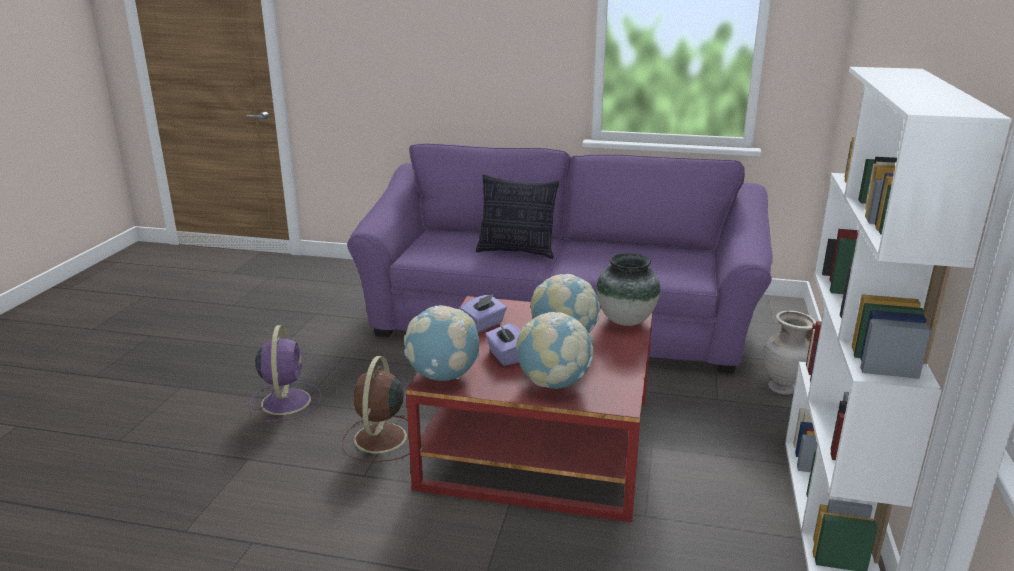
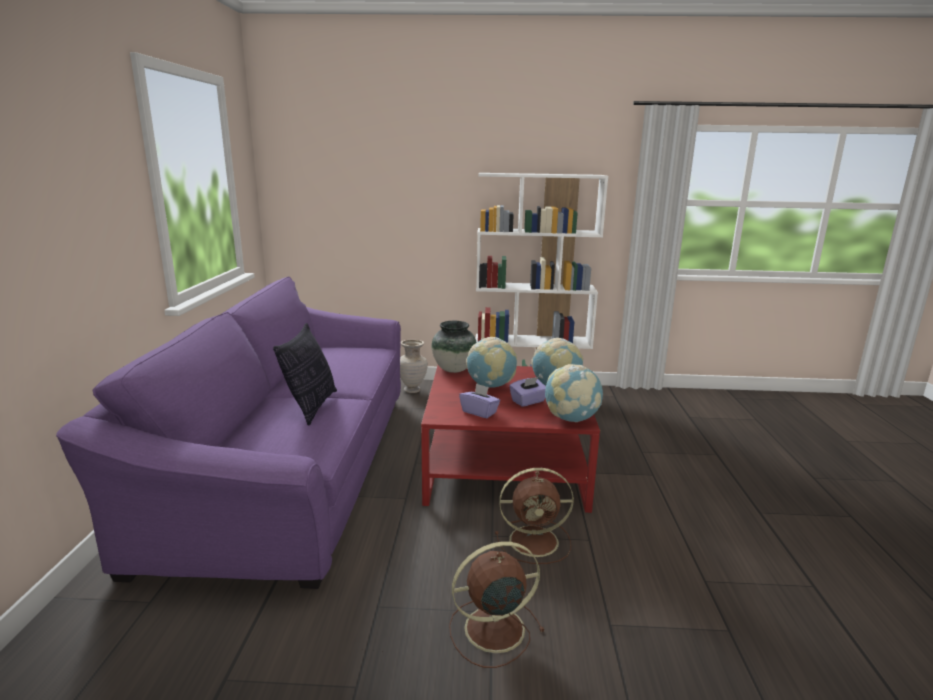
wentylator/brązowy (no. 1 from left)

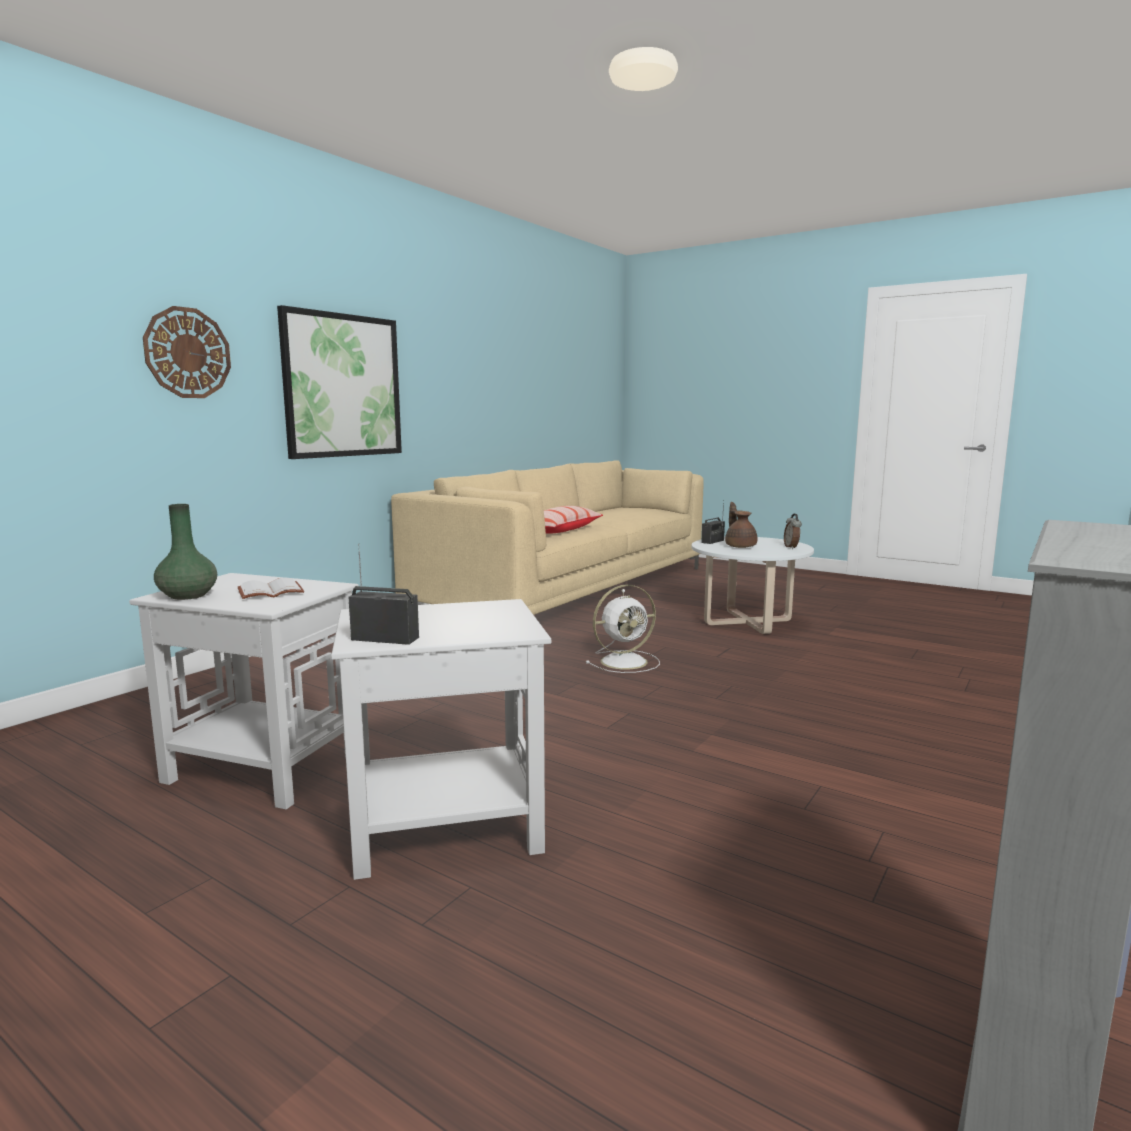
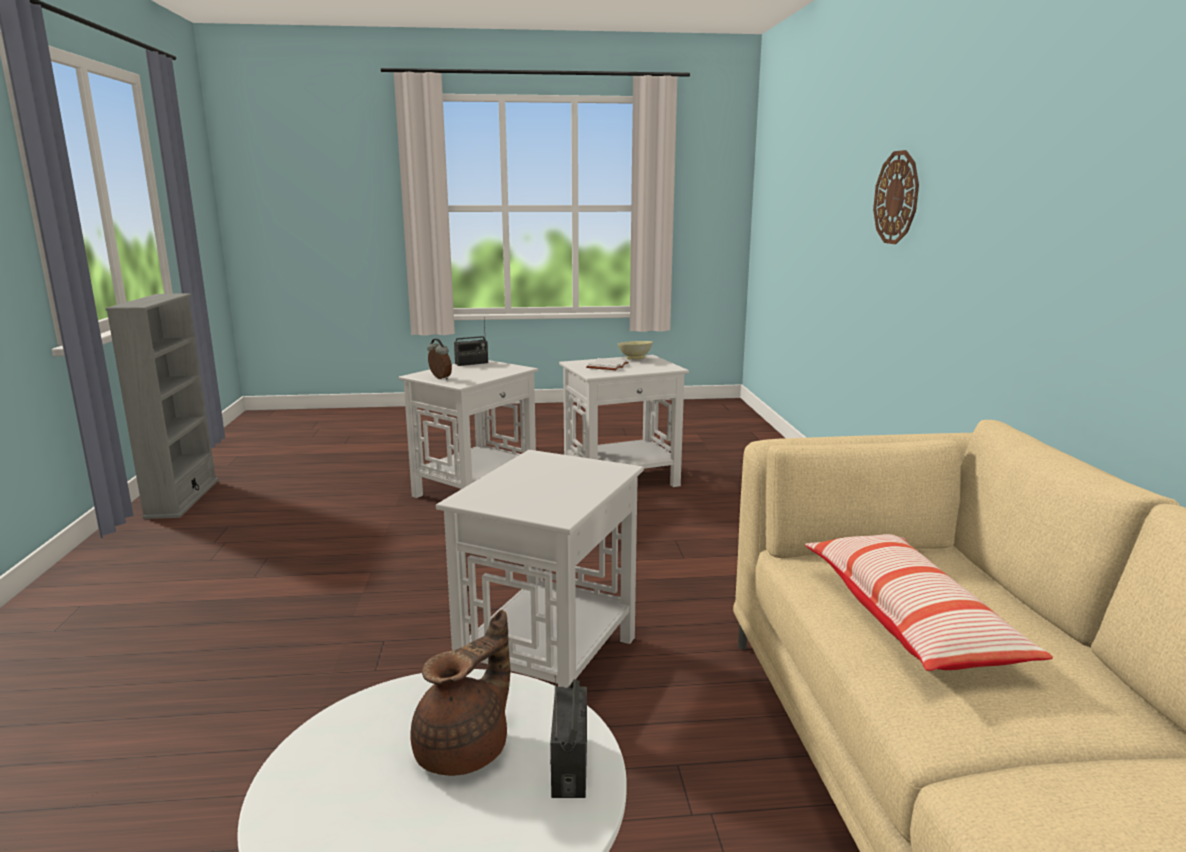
miska/beżowy
obraz
stolik/biały (no. 2 from left)
imbryk/brązowy
budzik

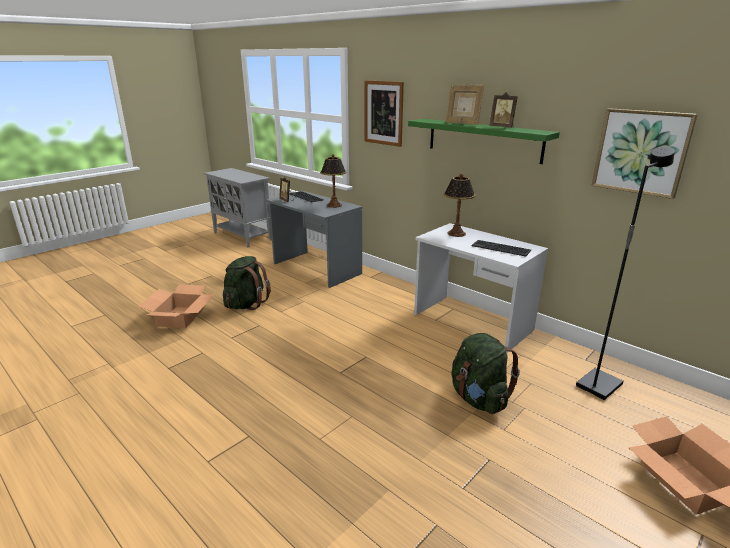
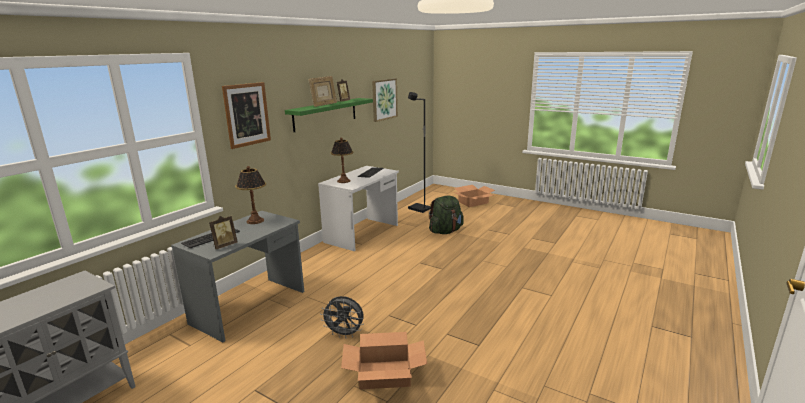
wentylator/szary

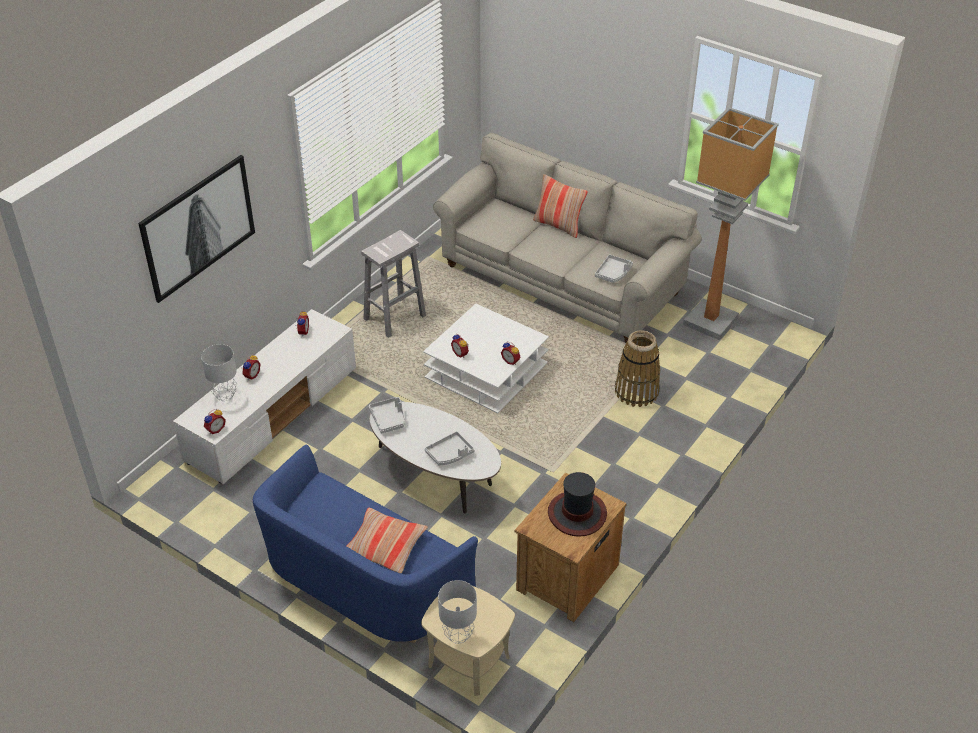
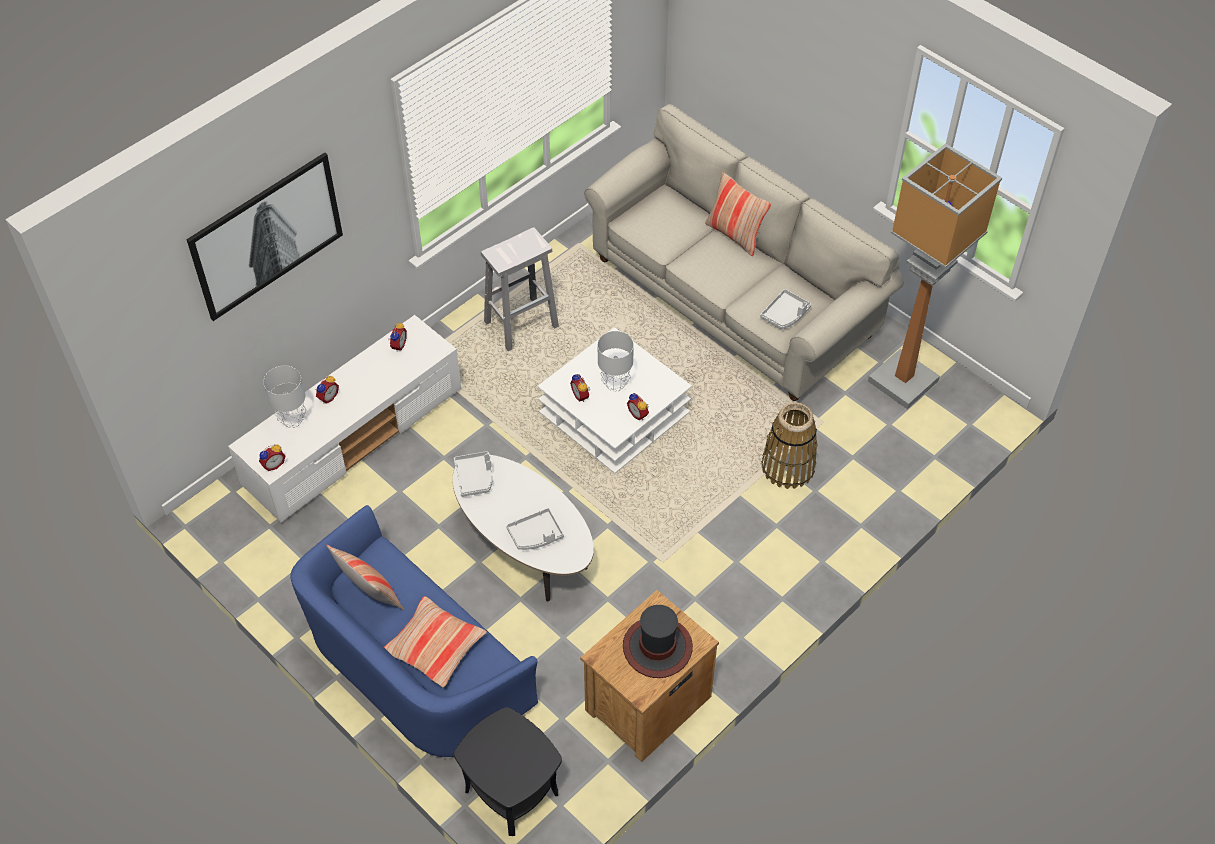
stolik/czarny
lampa stołowa/szary (no. 2 from left)
poduszka (no. 1 from left)

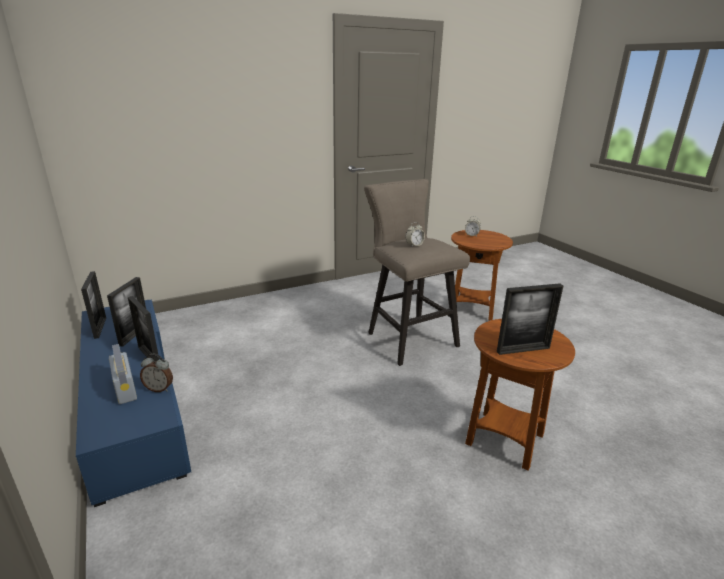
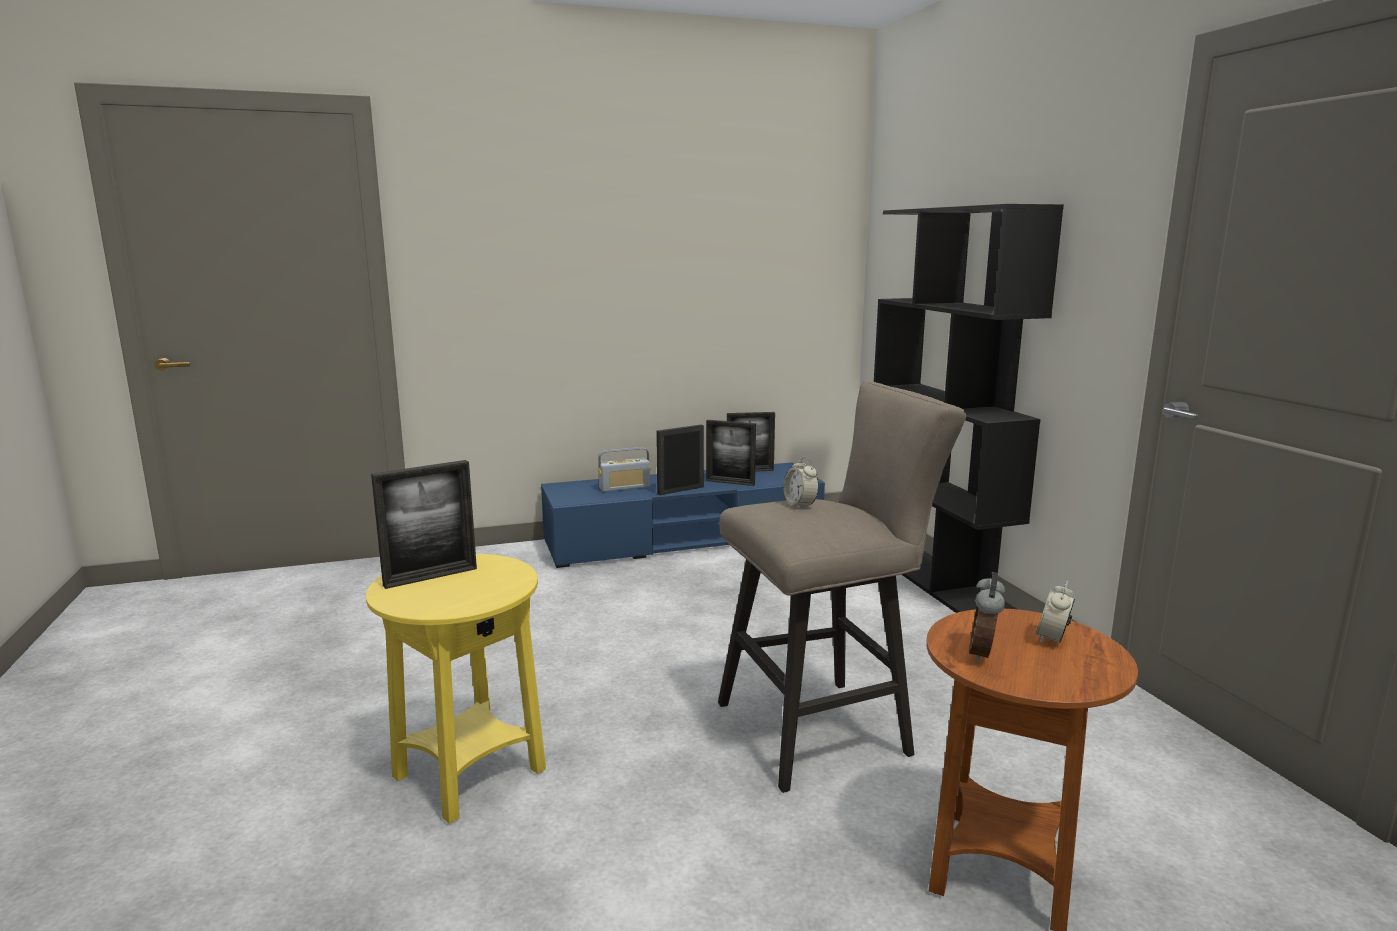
budzik (no. 2 from left)
stolik/żółty
ramka na zdjęcie (no. 1 from left)
regał/czarny

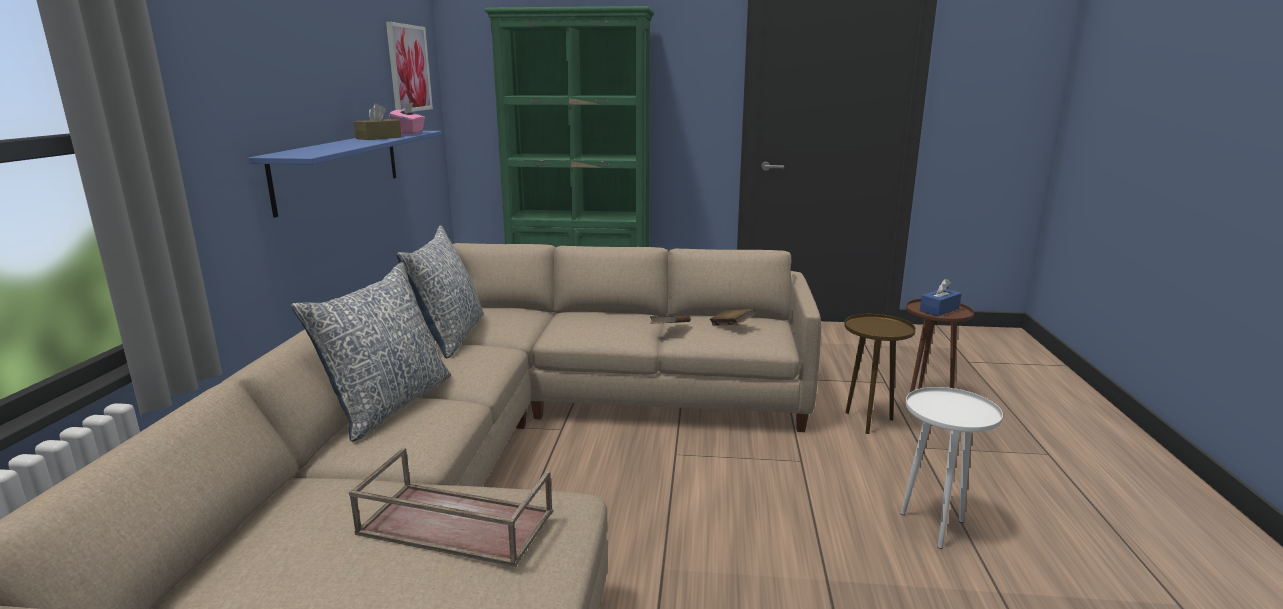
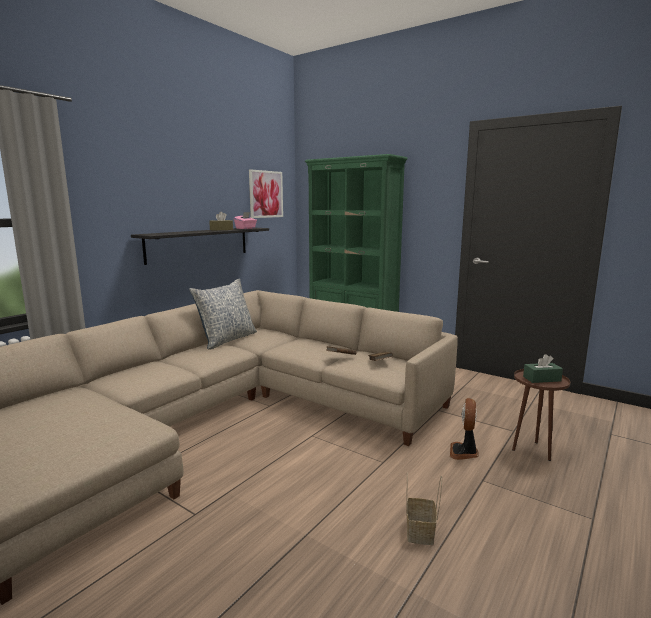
półka/czarny
poduszka (no. 1 from left in the first image)
taca/brązowy
wentylator
koszyk
pudełko chusteczek/zielony

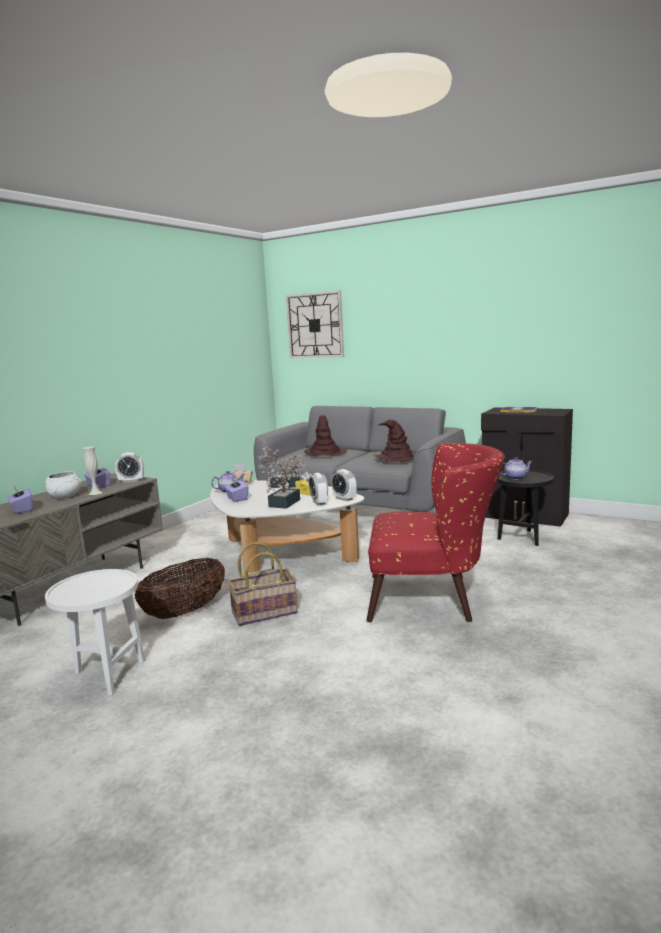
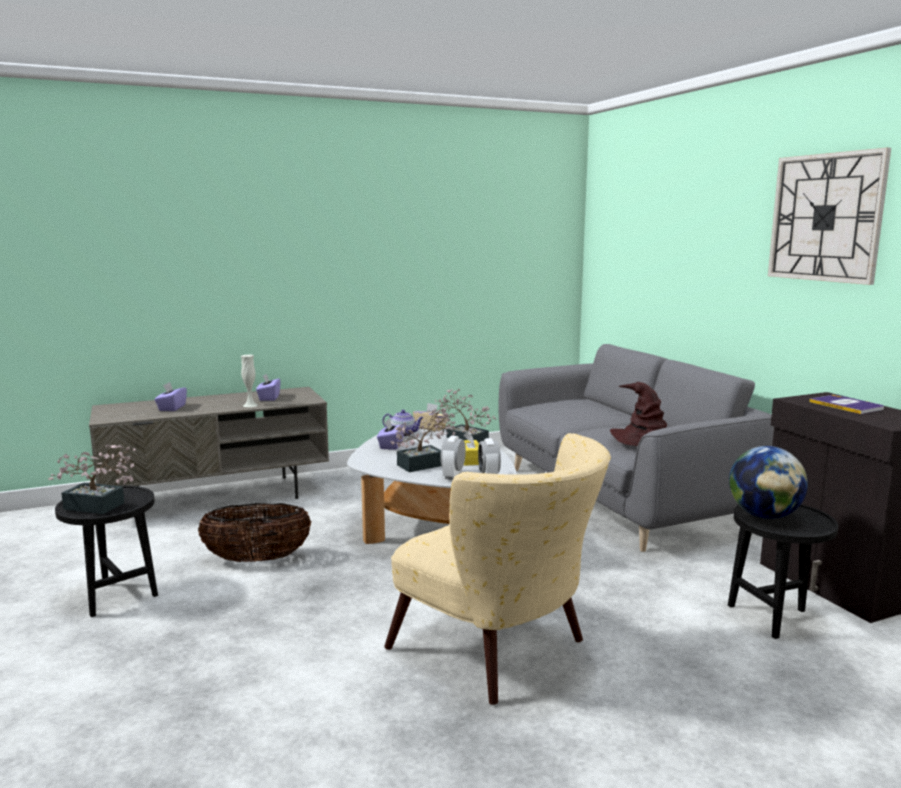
miska/biały
stolik/czarny (no. 1 from left)
budzik (no. 1 from left in the first image)
koszyk (no. 2 from left in the first image)
zegar ścienny
kapelusz/brązowy (no. 1 from left in the first image)
fotel/beżowy
globus
roślina doniczkowa (no. 1 from left)

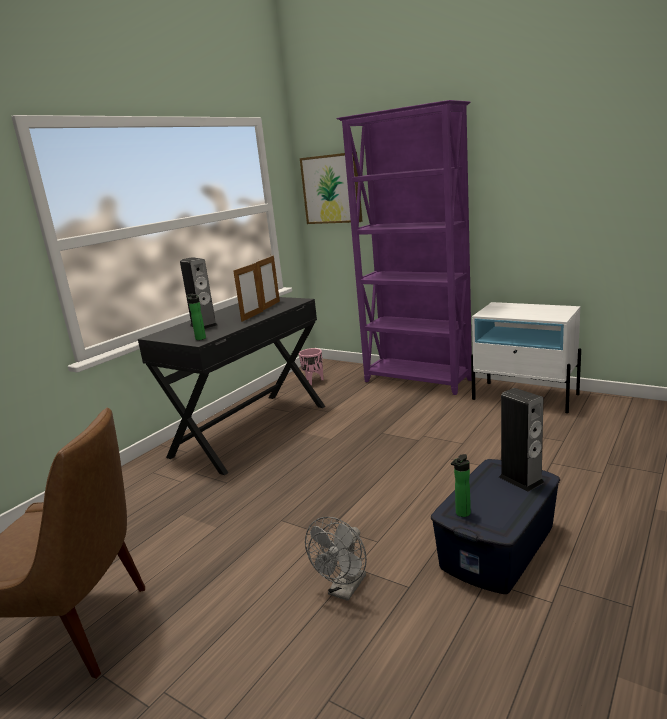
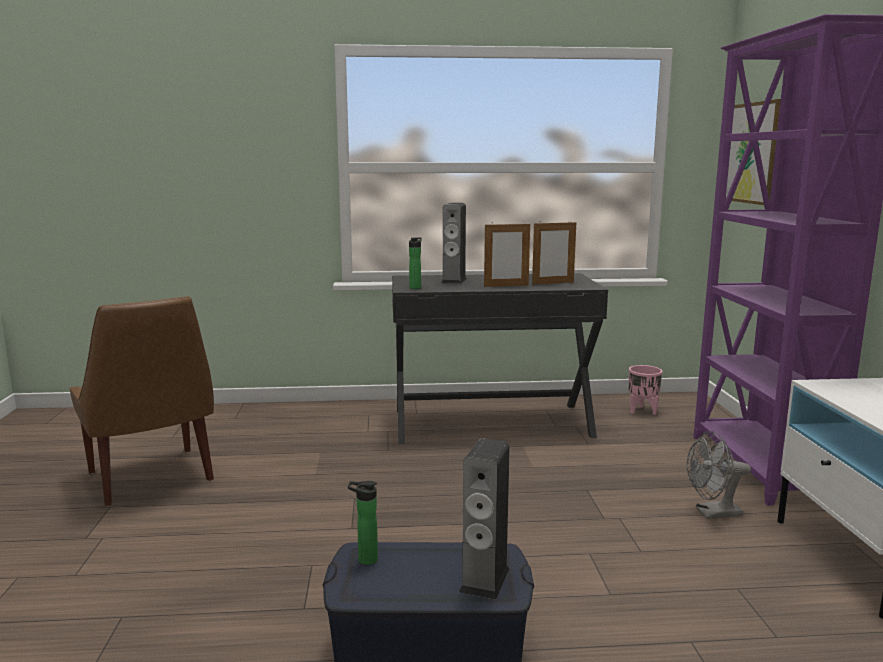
wentylator/szary

